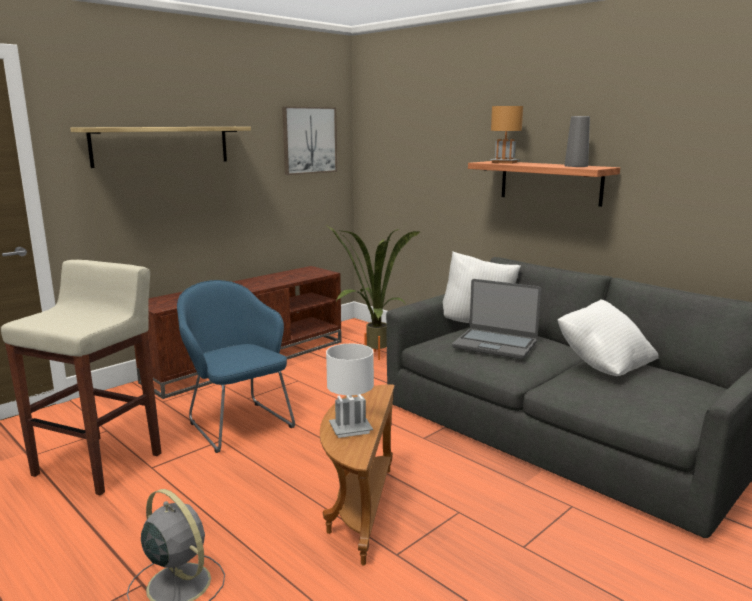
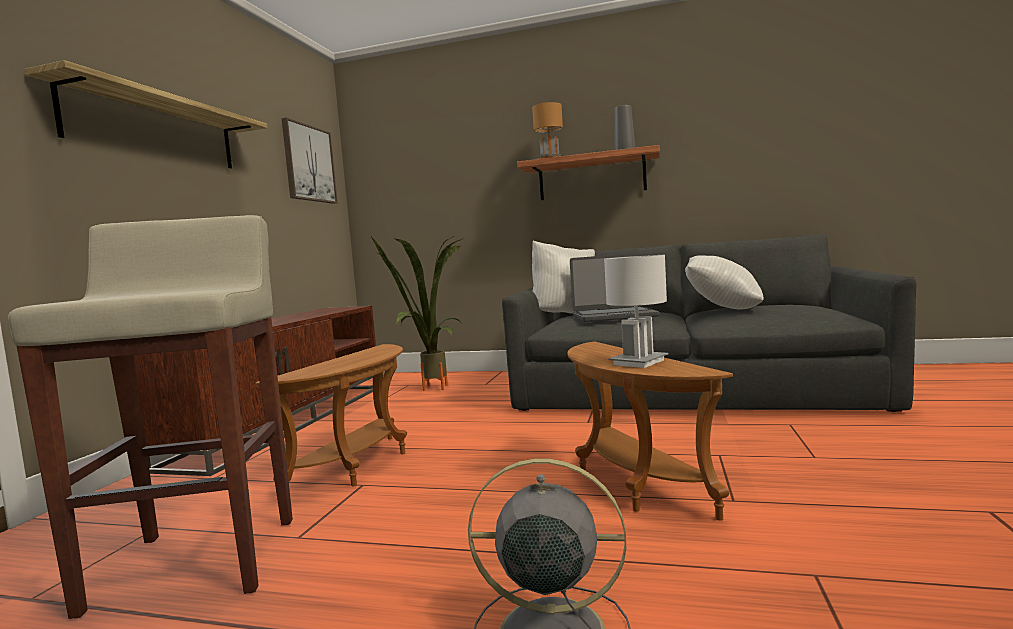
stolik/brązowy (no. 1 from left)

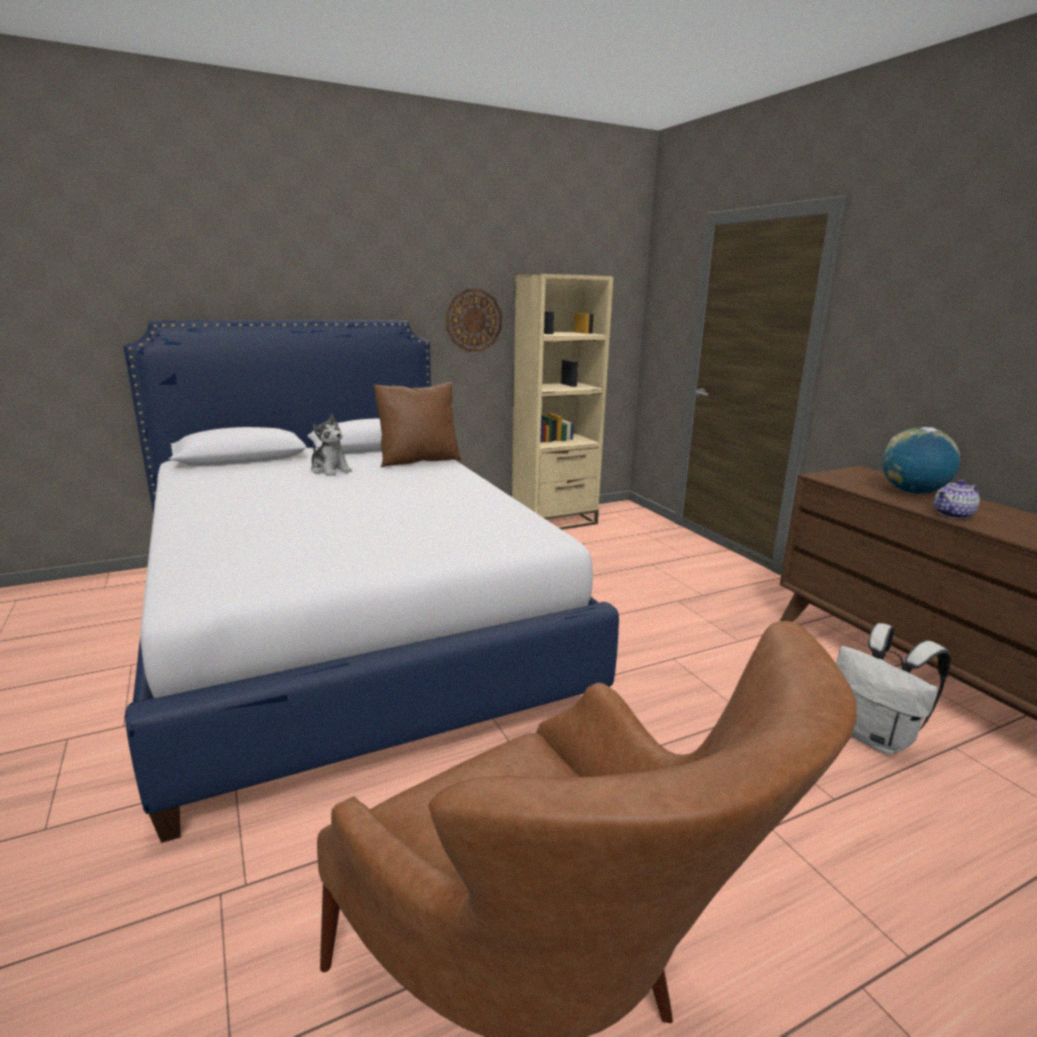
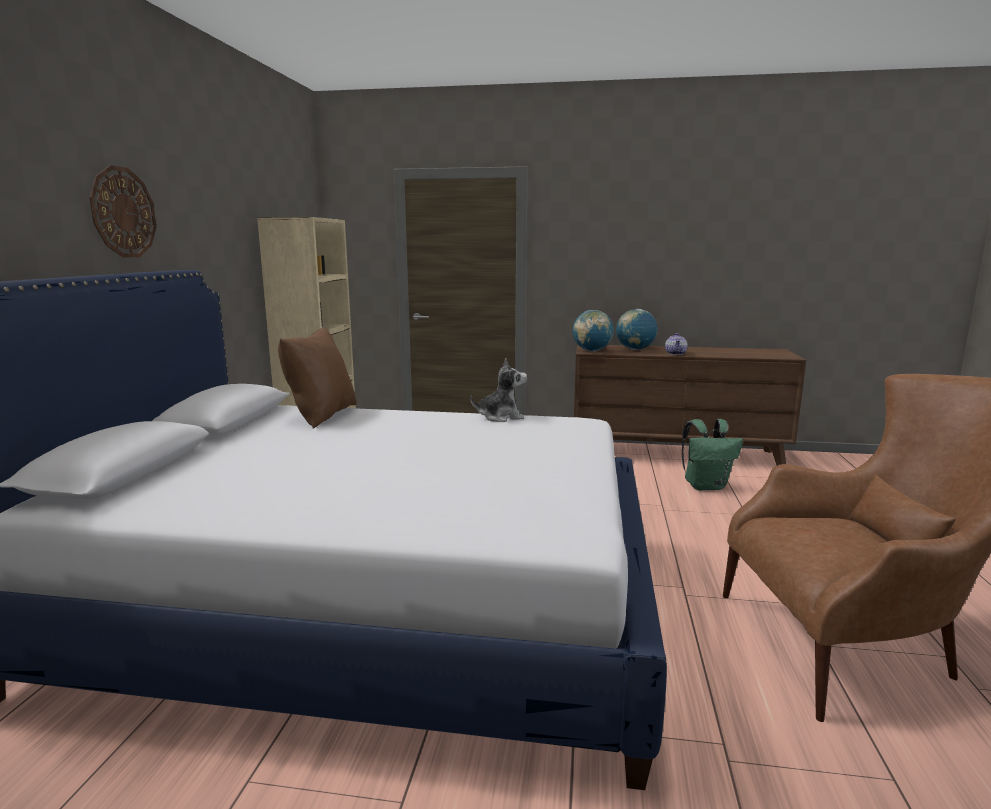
pluszak
zegar ścienny
plecak/zielony
globus (no. 1 from left)

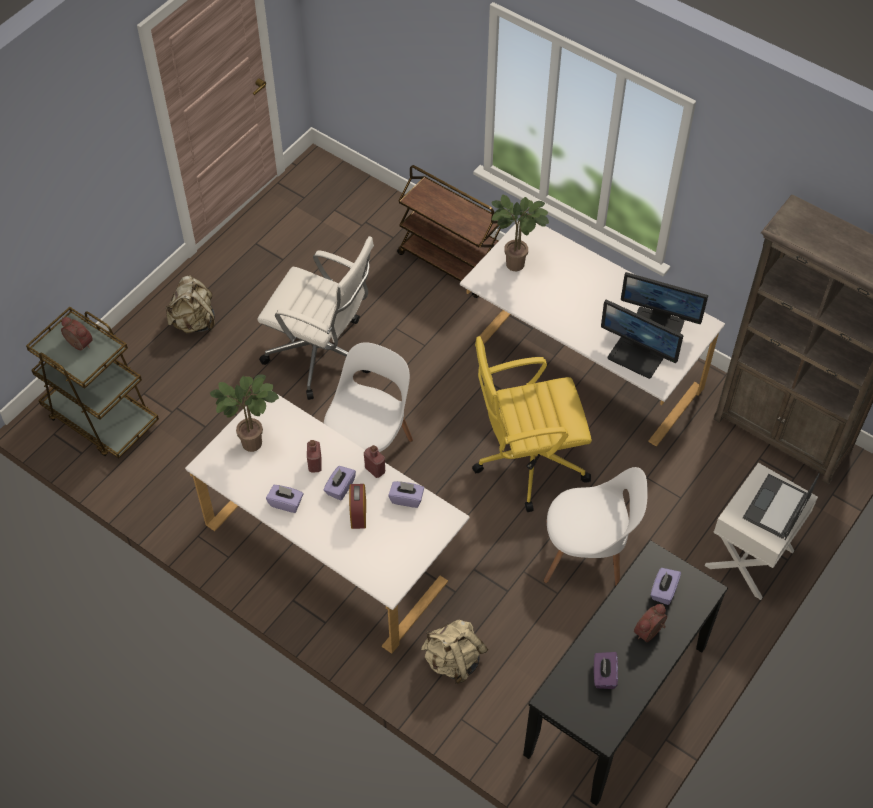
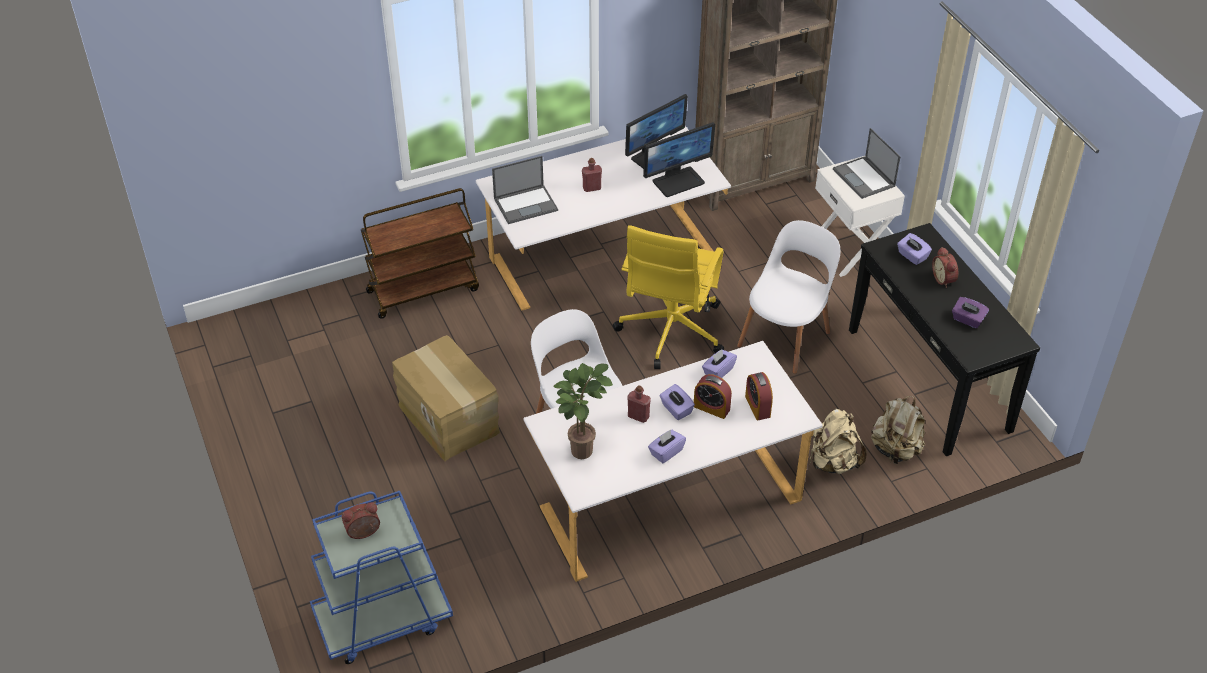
wózek/niebieski
plecak/beżowy (no. 2 from left)
karton
butelka/czerwony (no. 1 from left)
laptop (no. 1 from left)
budzik (no. 3 from left)

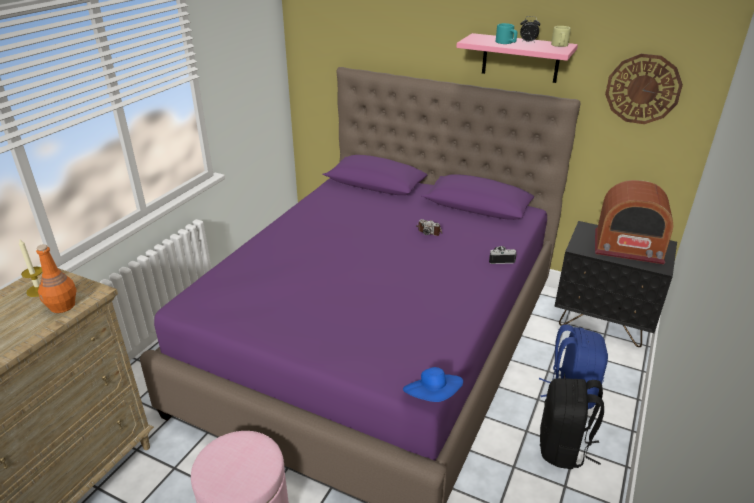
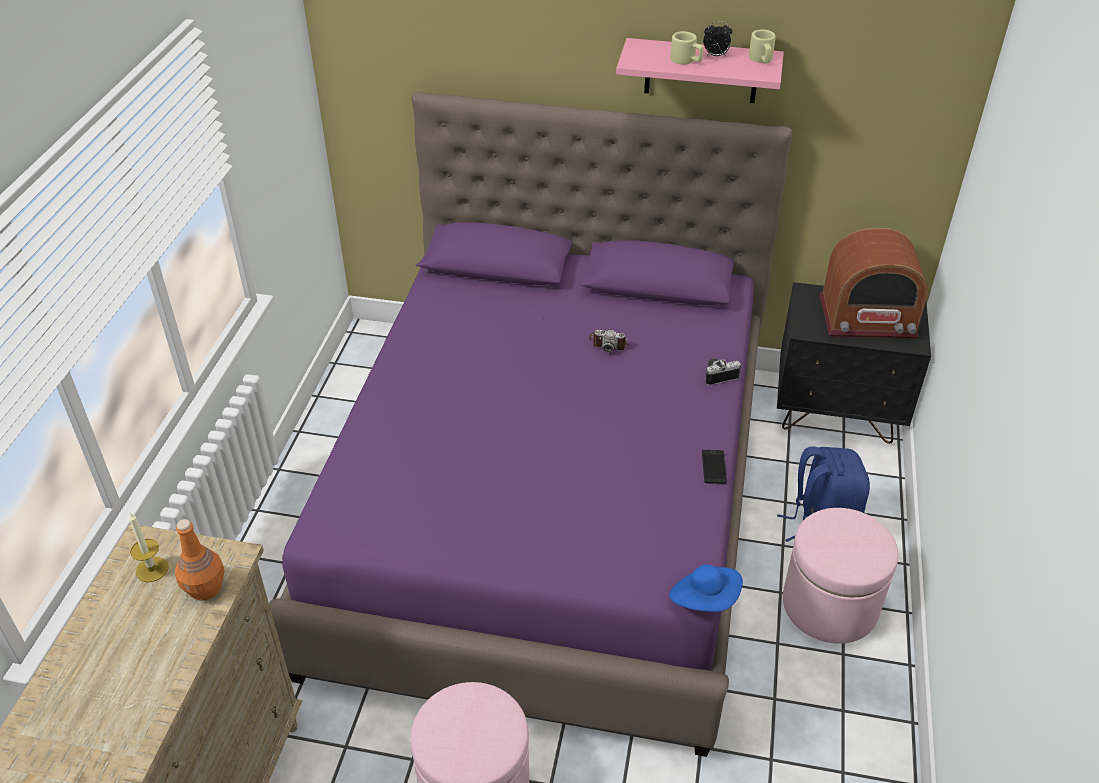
kubek/beżowy (no. 1 from left)
pufa/różowy (no. 2 from left)
zegar ścienny
telefon

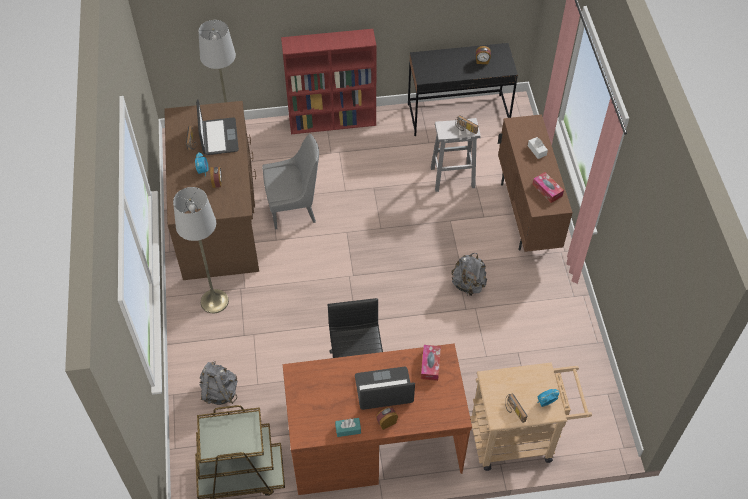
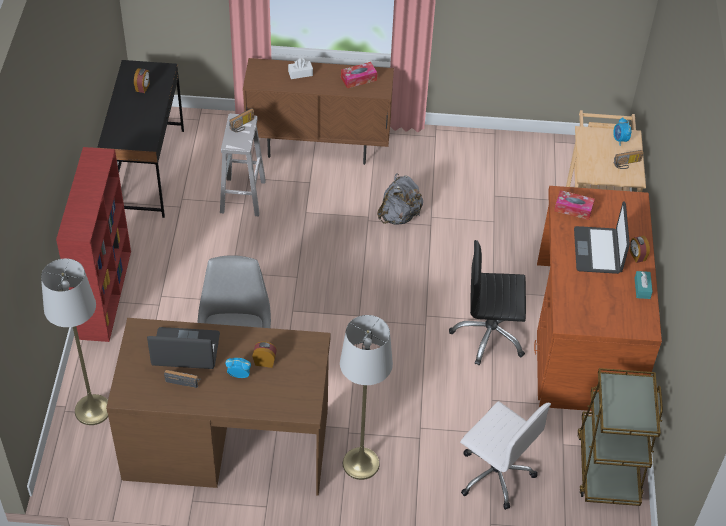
krzesło biurowe/biały

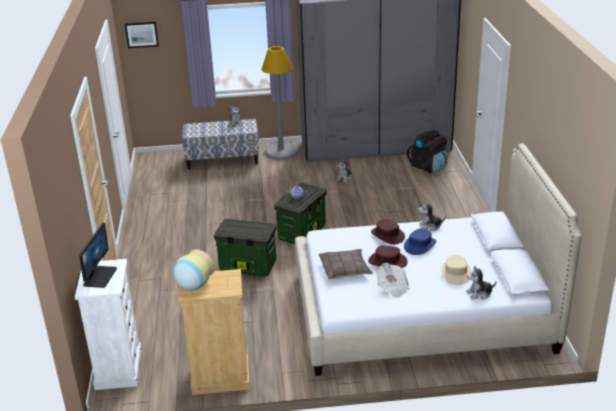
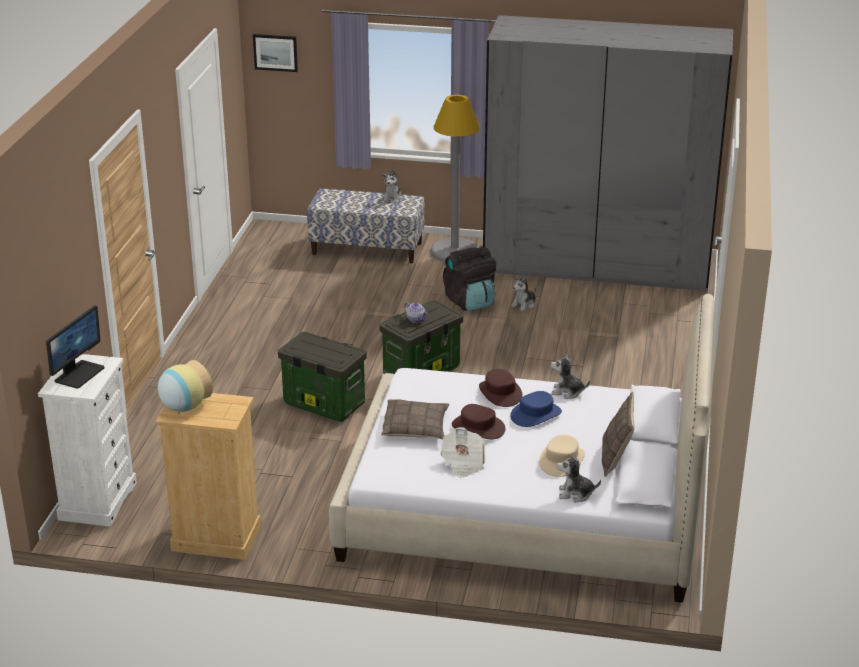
plecak/czarny
poduszka (no. 2 from left)

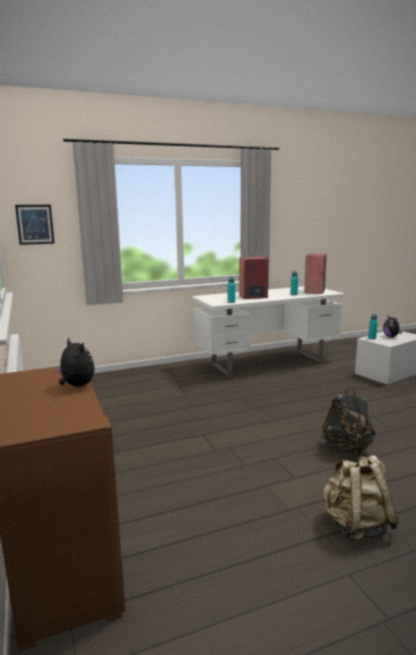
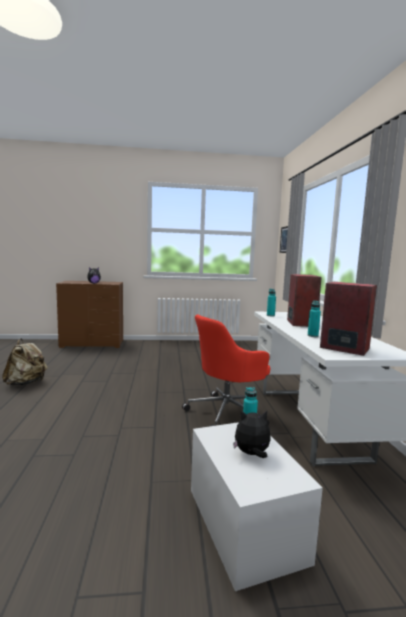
plecak/czarny
krzesło biurowe/czerwony

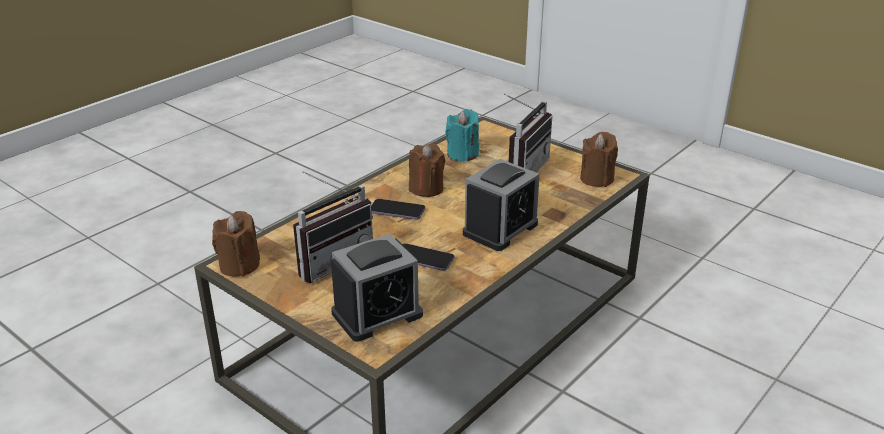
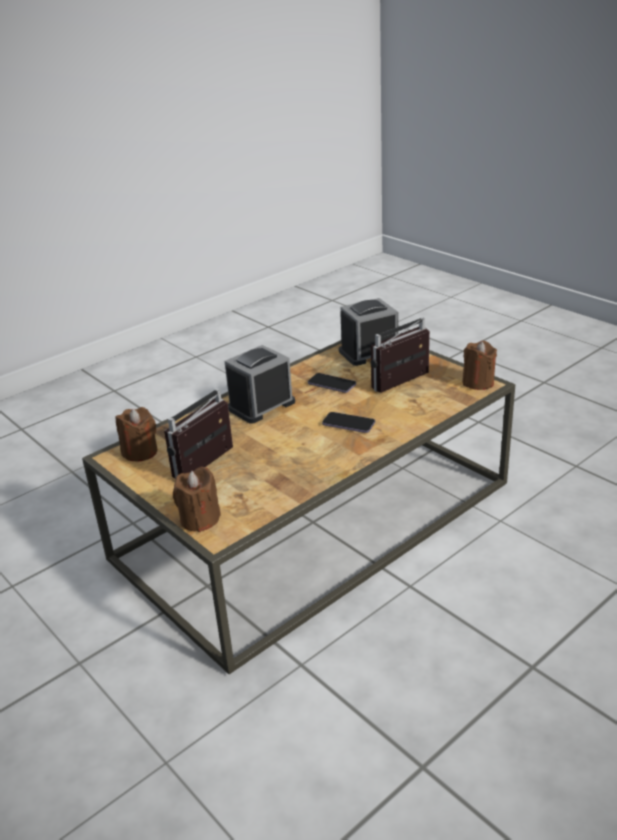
świeca/brązowy (no. 2 from left)
świeca/turkusowy

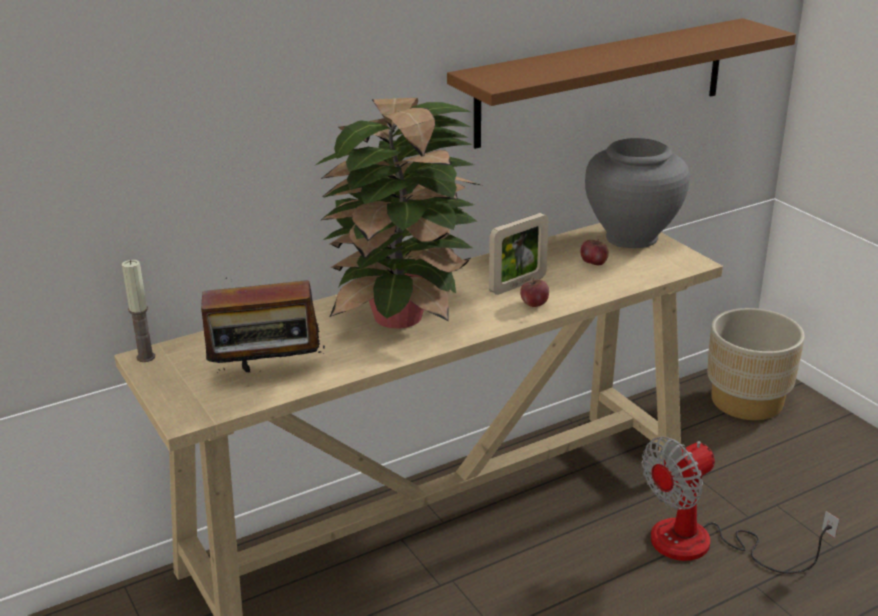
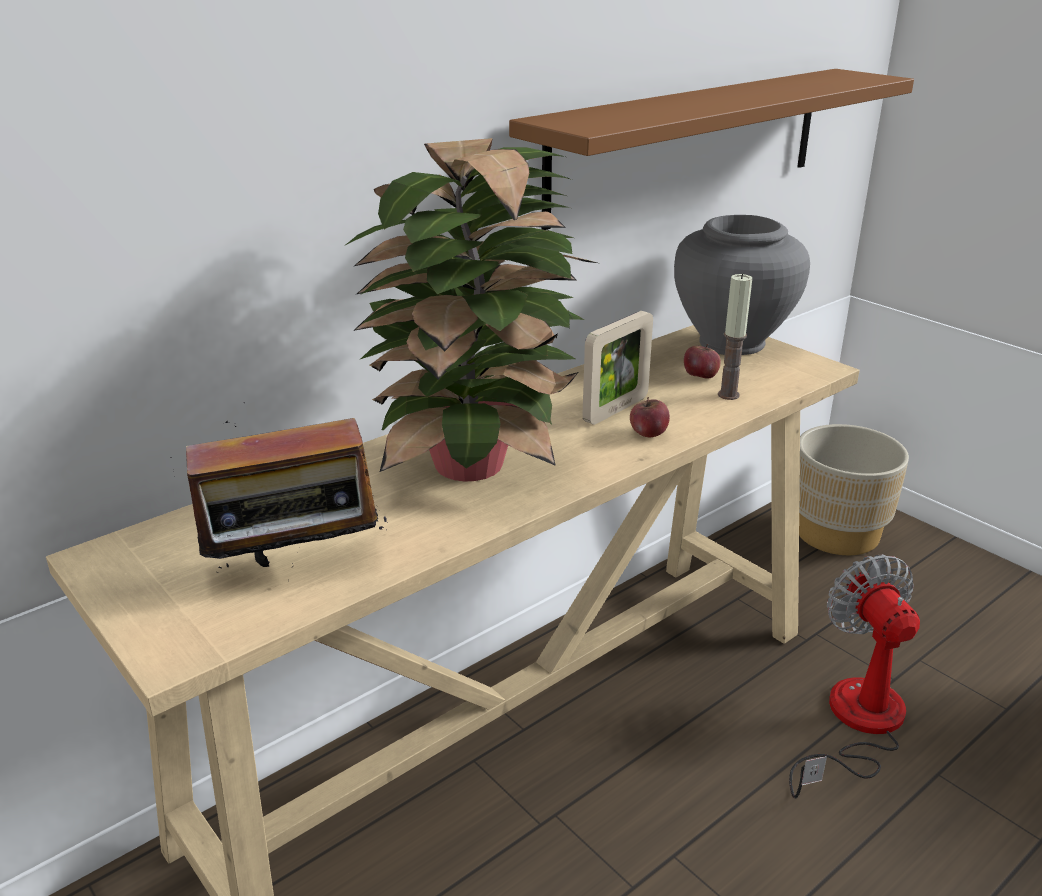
świeca
wentylator

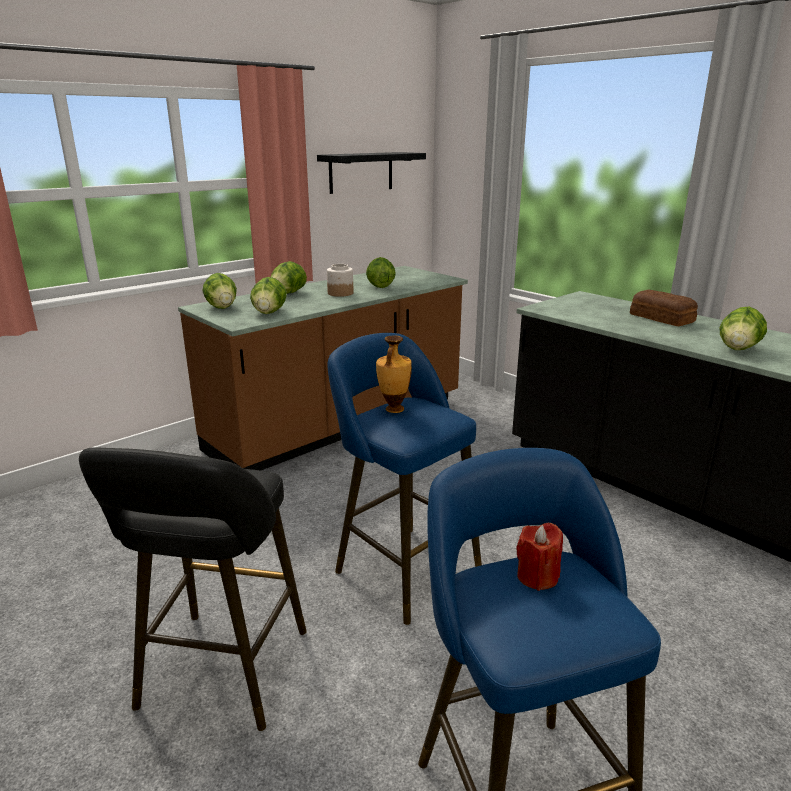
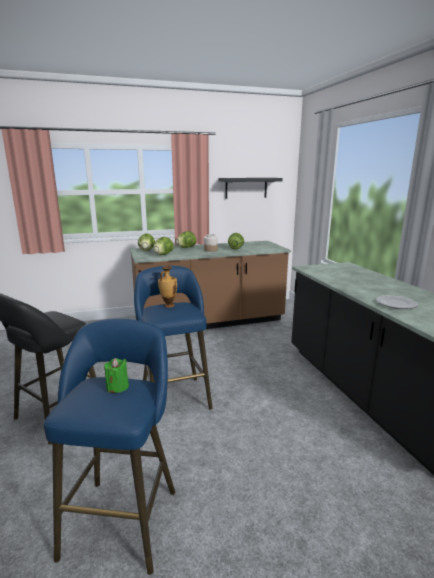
świeca/zielony
chleb
talerz

